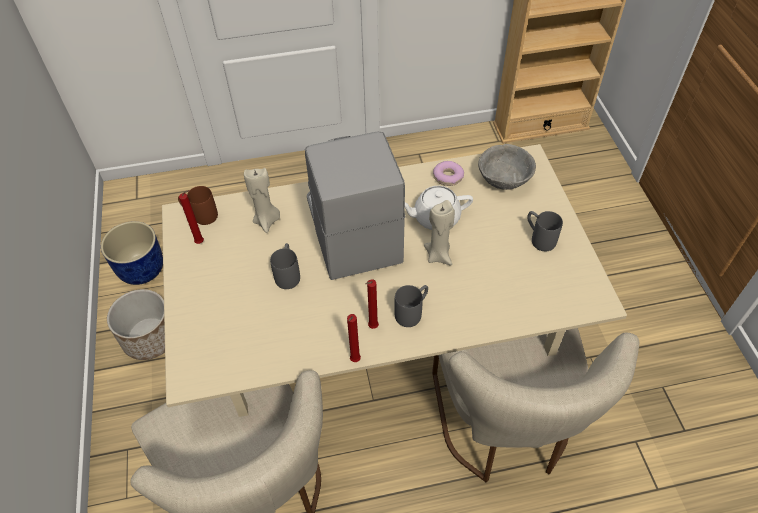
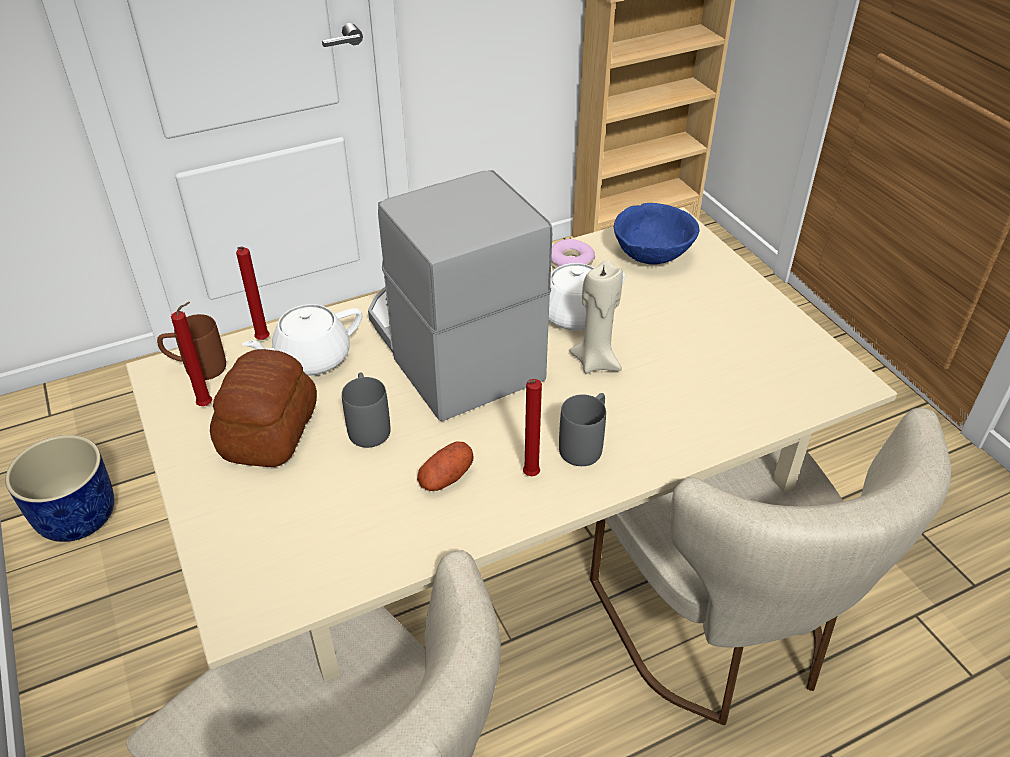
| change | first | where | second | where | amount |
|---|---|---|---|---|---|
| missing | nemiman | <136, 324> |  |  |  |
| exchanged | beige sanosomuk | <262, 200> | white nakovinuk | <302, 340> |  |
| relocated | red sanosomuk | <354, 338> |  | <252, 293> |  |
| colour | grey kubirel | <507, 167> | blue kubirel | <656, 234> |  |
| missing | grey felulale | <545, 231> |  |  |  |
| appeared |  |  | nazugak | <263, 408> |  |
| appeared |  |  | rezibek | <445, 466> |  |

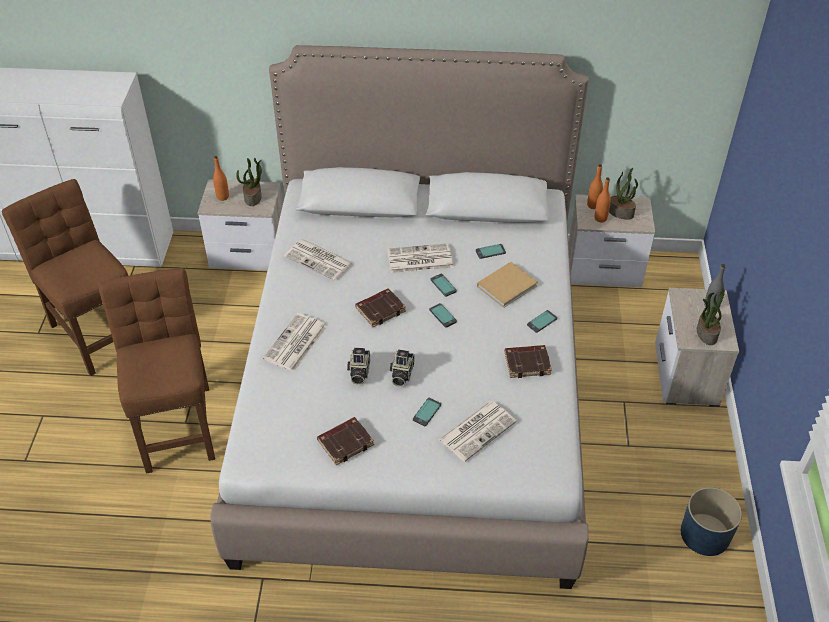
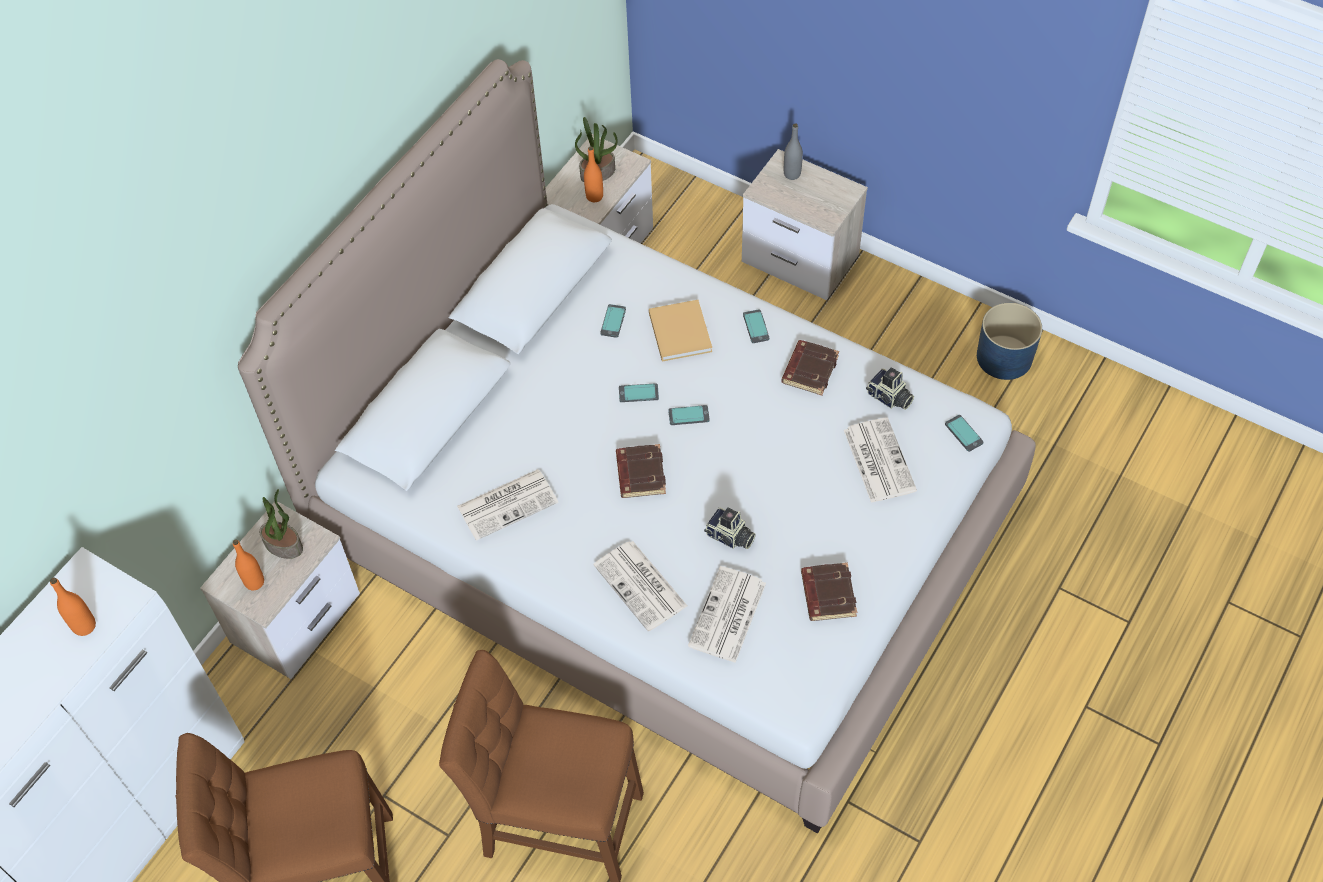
| change | first | where | second | where | amount |
|---|---|---|---|---|---|
| relocated | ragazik | <420, 258> |  | <727, 614> |  |
| relocated | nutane | <402, 368> |  | <890, 389> |  |
| relocated | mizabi | <427, 412> |  | <964, 433> |  |
| relocated | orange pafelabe | <595, 186> |  | <73, 606> |  |
| missing | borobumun | <711, 317> |  |  |  |

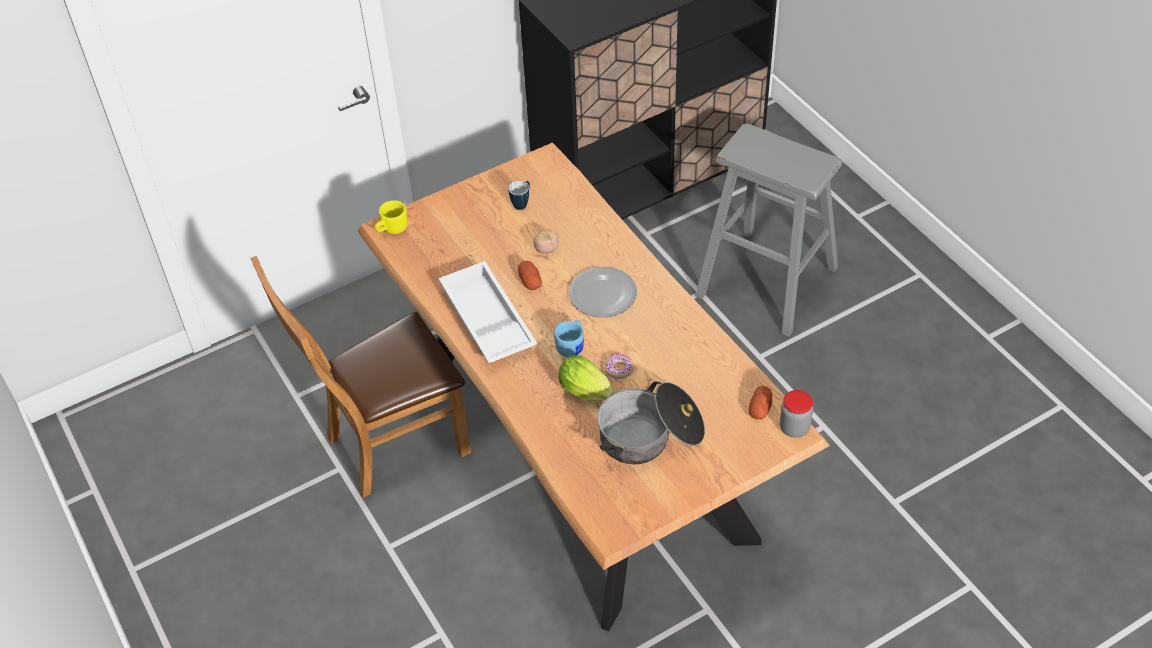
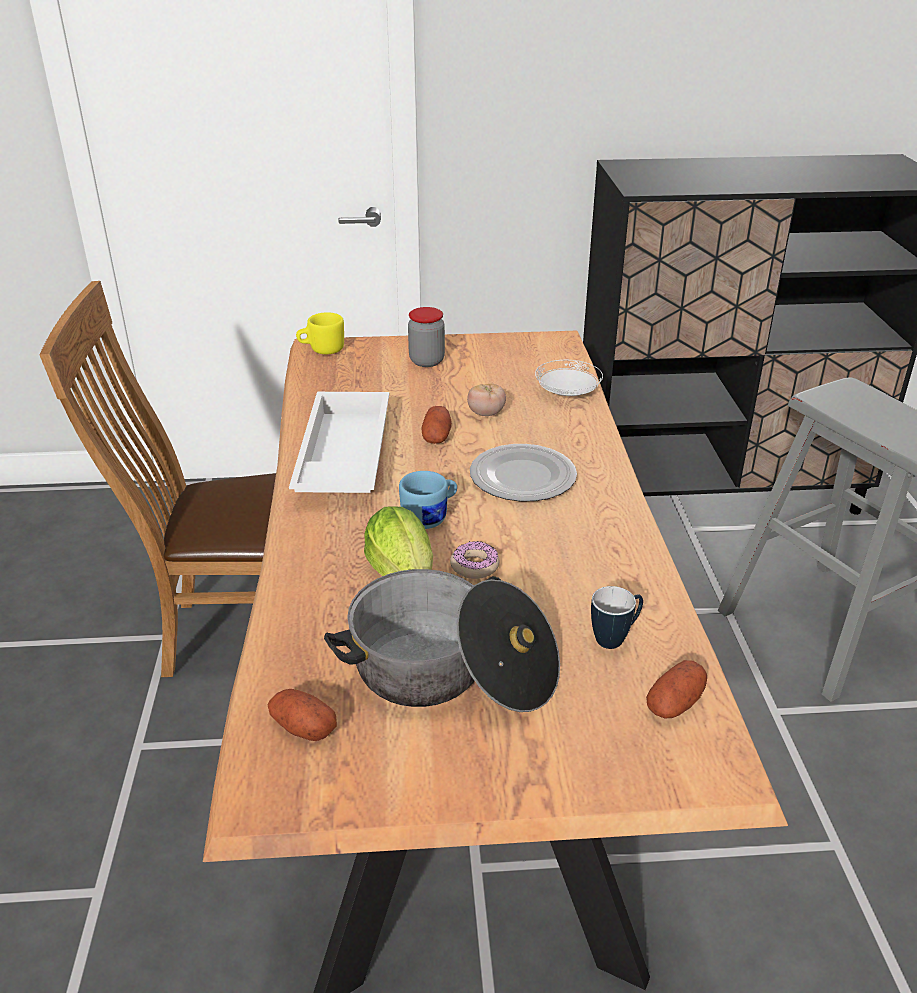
| change | first | where | second | where | amount |
|---|---|---|---|---|---|
| relocated | felulale | <519, 195> |  | <617, 617> |  |
| relocated | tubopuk | <796, 414> |  | <426, 337> |  |
| appeared |  |  | rezibek | <302, 715> |  |
| appeared |  |  | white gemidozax | <569, 378> |  |

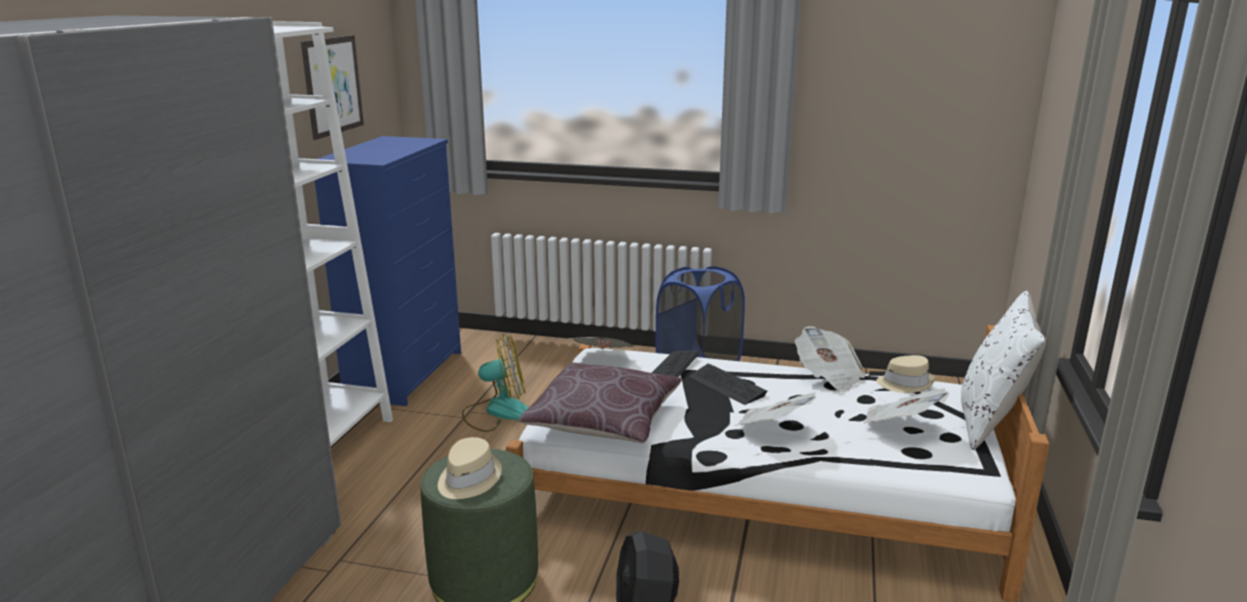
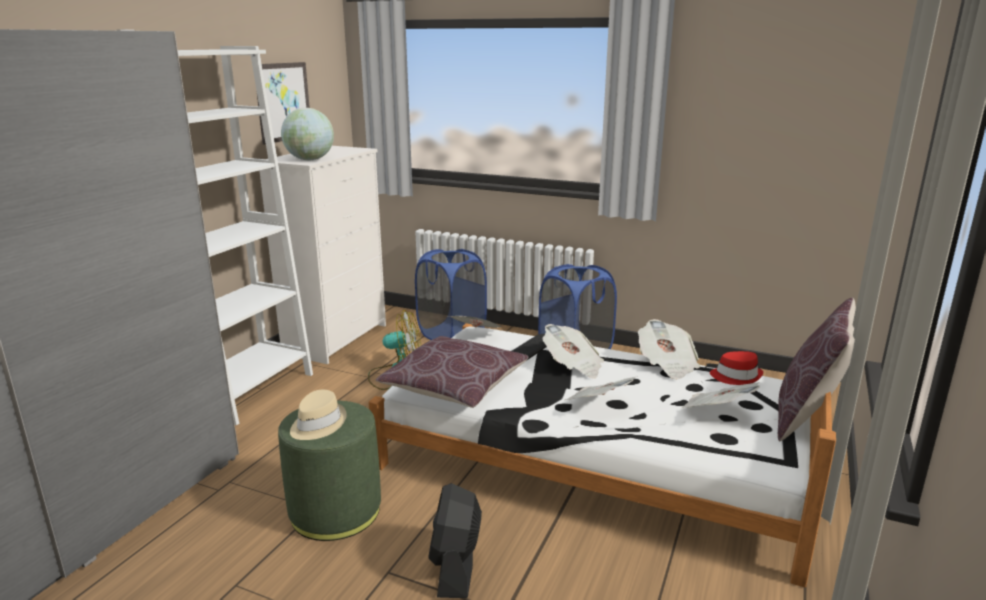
| change | first | where | second | where | amount |
|---|---|---|---|---|---|
| colour | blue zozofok | <388, 271> | white zozofok | <322, 255> |  |
| exchanged | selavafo | <728, 384> | ragazik | <573, 351> |  |
| colour | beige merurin | <905, 374> | red merurin | <736, 368> |  |
| colour | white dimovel | <1003, 370> | brown dimovel | <817, 369> |  |
| appeared |  |  | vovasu | <307, 134> |  |
| appeared |  |  | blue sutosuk | <451, 294> |  |

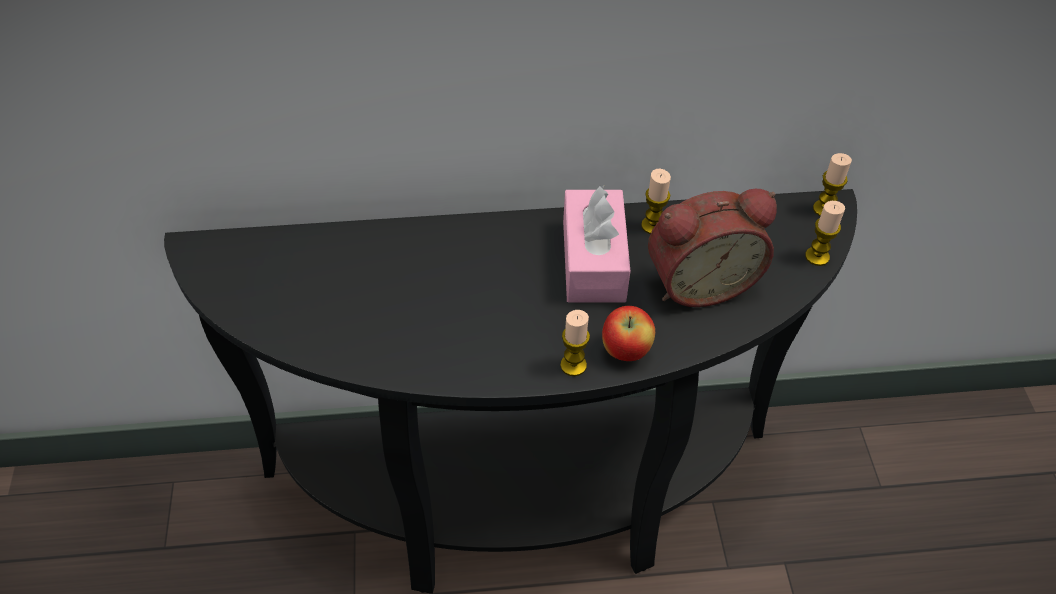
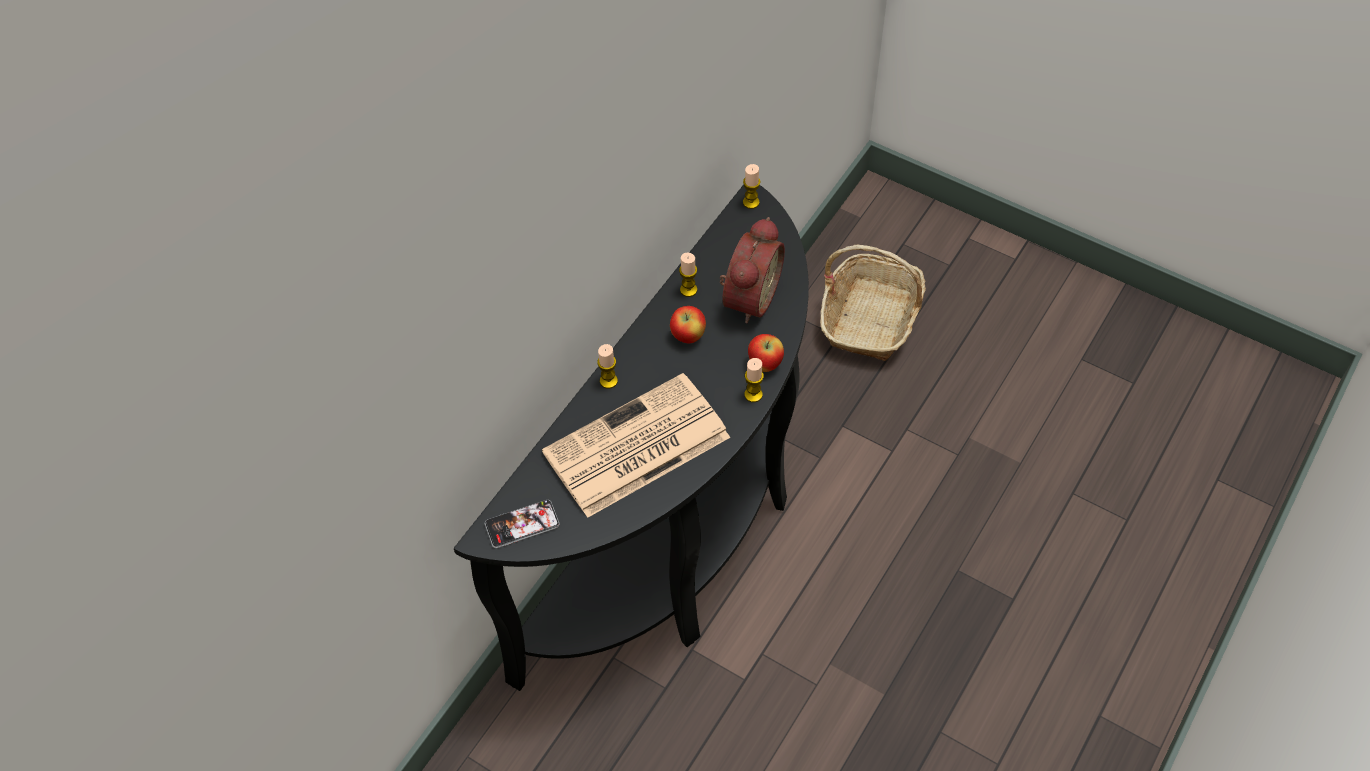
| change | first | where | second | where | amount |
|---|---|---|---|---|---|
| exchanged | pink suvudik | <597, 244> | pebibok | <688, 324> |  |
| relocated | sanosomuk | <825, 233> |  | <607, 366> |  |
| appeared |  |  | mizabi | <522, 524> |  |
| appeared |  |  | ragazik | <636, 445> |  |
| appeared |  |  | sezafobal | <873, 303> |  |

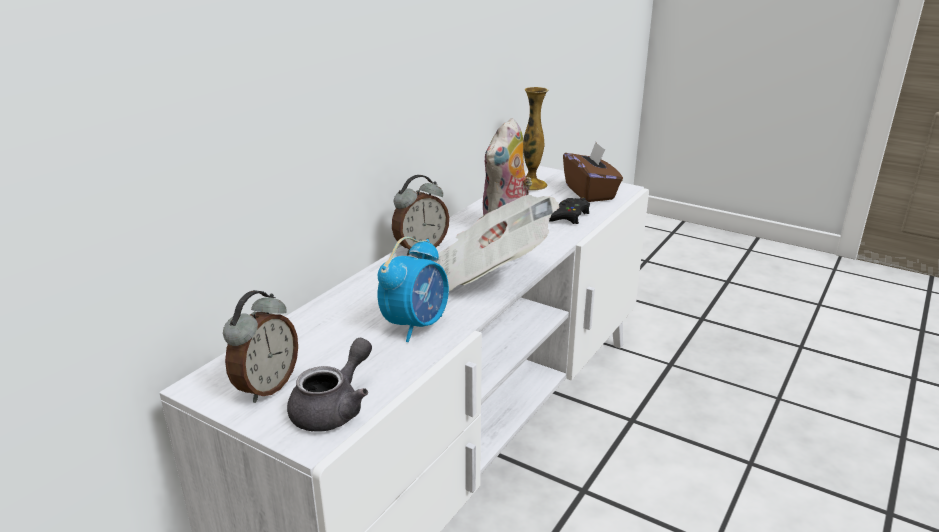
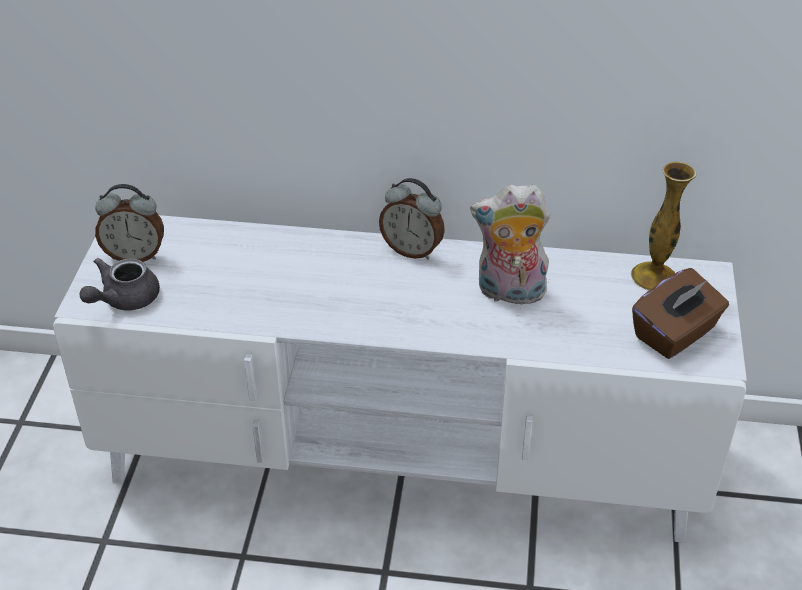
| change | first | where | second | where | amount |
|---|---|---|---|---|---|
| spun | grey nakovinuk | <329, 384> |  | <119, 284> | 120 degrees clockwise |
| missing | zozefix | <413, 289> |  |  |  |
| missing | ragazik | <497, 242> |  |  |  |
| missing | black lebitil | <569, 210> |  |  |  |

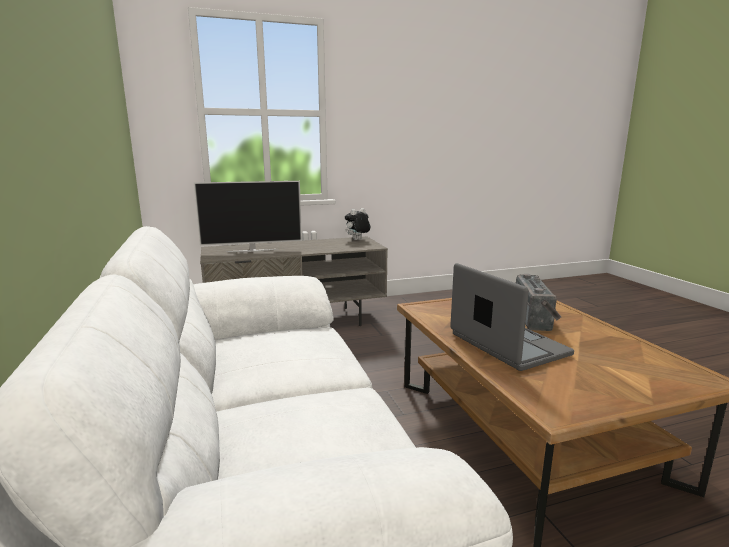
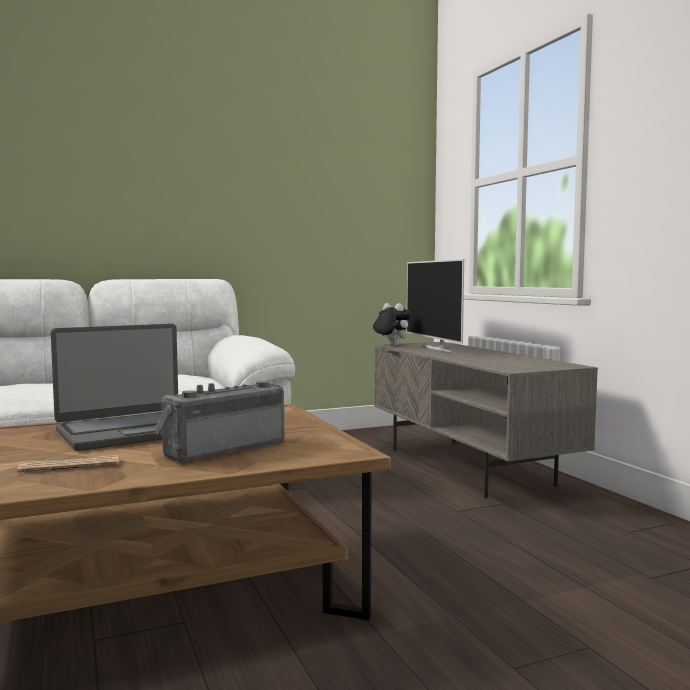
| change | first | where | second | where | amount |
|---|---|---|---|---|---|
| relocated | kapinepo | <357, 224> |  | <392, 324> |  |
| spun | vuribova | <538, 302> |  | <219, 422> | 135 degrees clockwise |
| appeared |  |  | ragazik | <68, 464> |  |

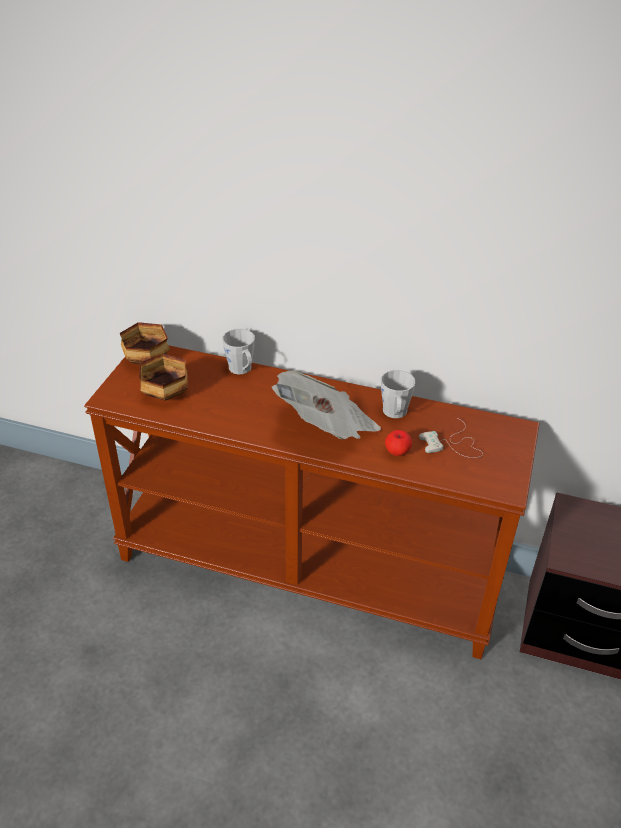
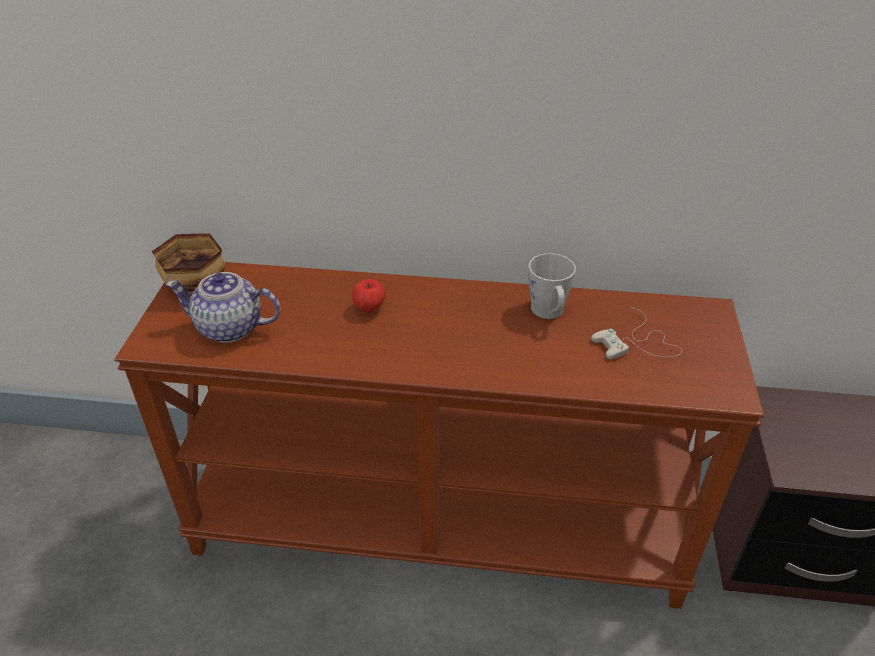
| change | first | where | second | where | amount |
|---|---|---|---|---|---|
| exchanged | kubirel | <163, 377> | nakovinuk | <223, 307> |  |
| missing | grey felulale | <238, 351> |  |  |  |
| missing | ragazik | <326, 405> |  |  |  |
| relocated | pebibok | <398, 443> |  | <369, 296> |  |

